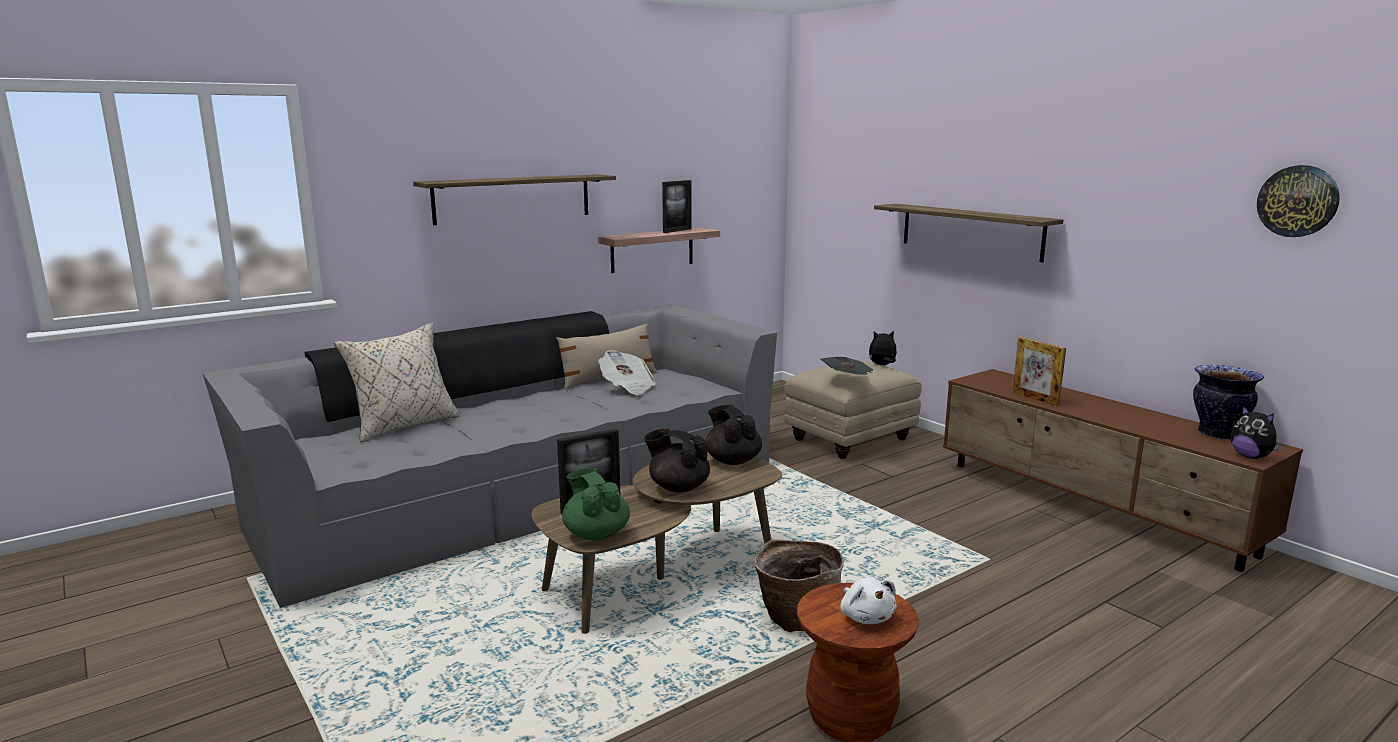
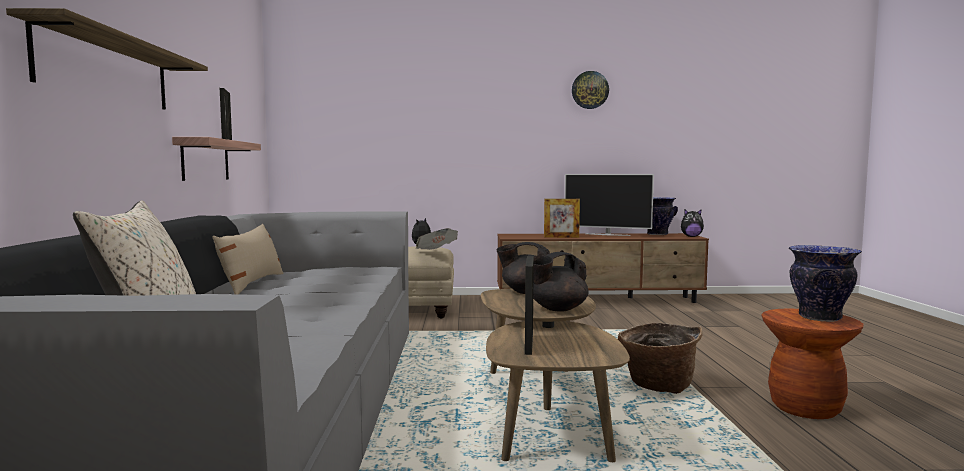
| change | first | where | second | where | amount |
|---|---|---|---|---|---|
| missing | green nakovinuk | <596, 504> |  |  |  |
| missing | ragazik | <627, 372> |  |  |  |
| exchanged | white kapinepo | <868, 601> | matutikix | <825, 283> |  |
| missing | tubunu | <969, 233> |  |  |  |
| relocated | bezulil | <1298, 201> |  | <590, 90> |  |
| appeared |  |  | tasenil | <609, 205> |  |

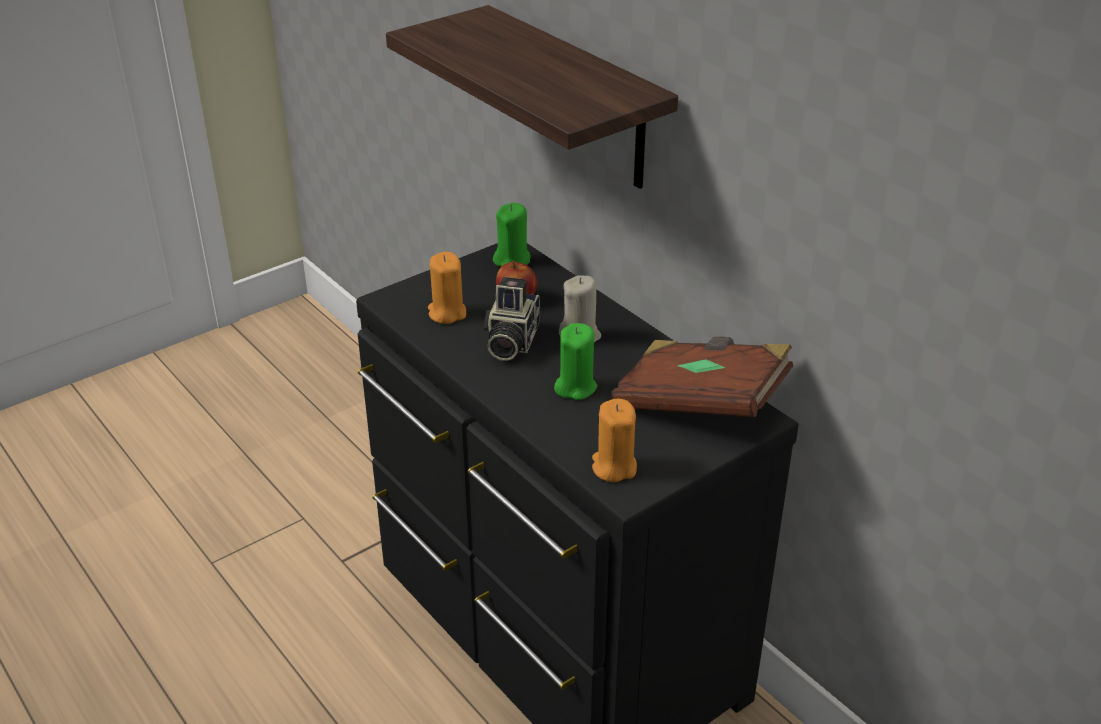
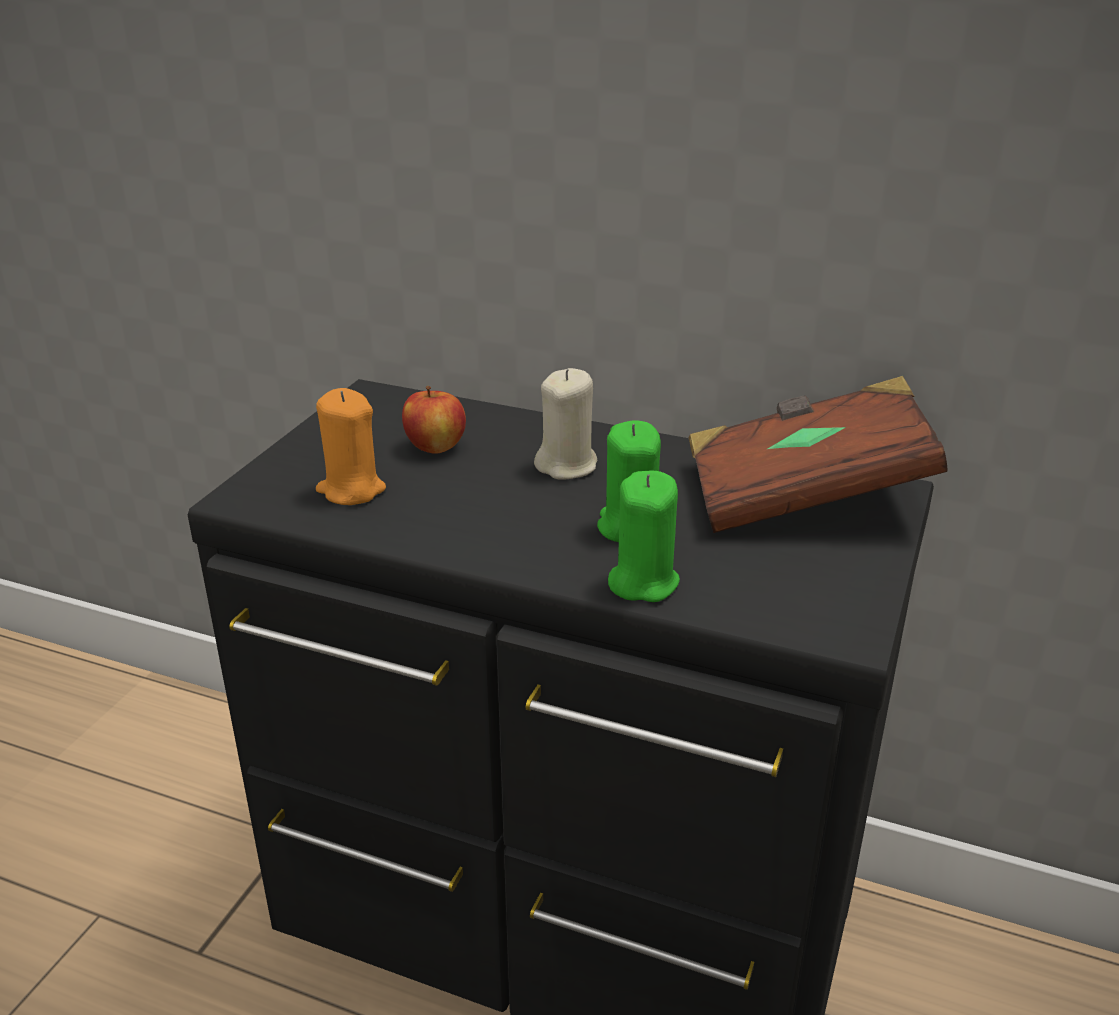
| change | first | where | second | where | amount |
|---|---|---|---|---|---|
| missing | tubunu | <532, 97> |  |  |  |
| missing | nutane | <511, 319> |  |  |  |
| relocated | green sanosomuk | <512, 235> |  | <644, 536> |  |
| missing | orange sanosomuk | <614, 440> |  |  |  |

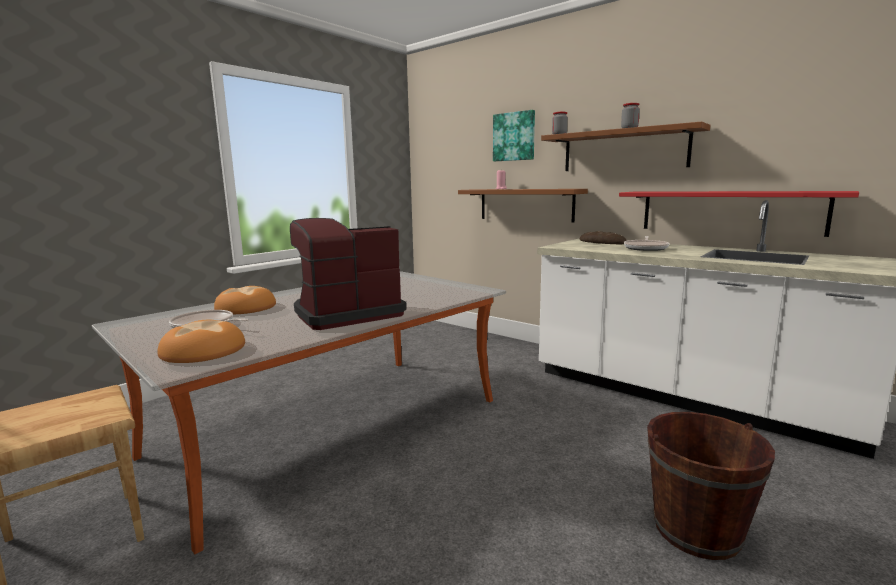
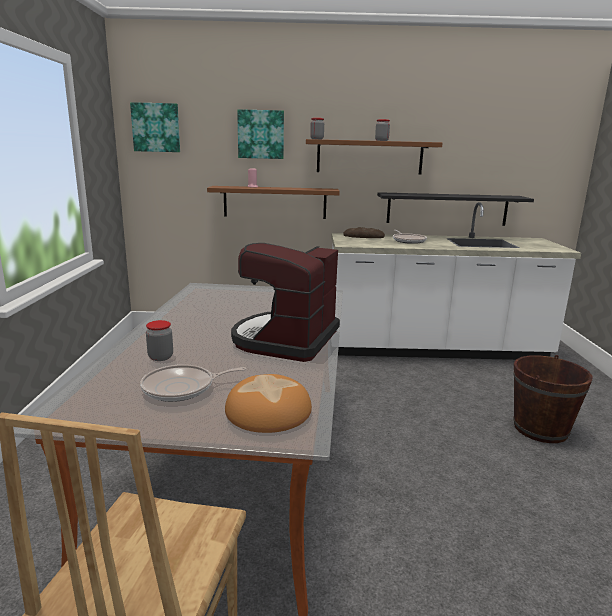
| change | first | where | second | where | amount |
|---|---|---|---|---|---|
| exchanged | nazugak | <245, 300> | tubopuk | <159, 340> |  |
| colour | red tubunu | <739, 214> | black tubunu | <455, 209> |  |
| appeared |  |  | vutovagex | <155, 127> |  |

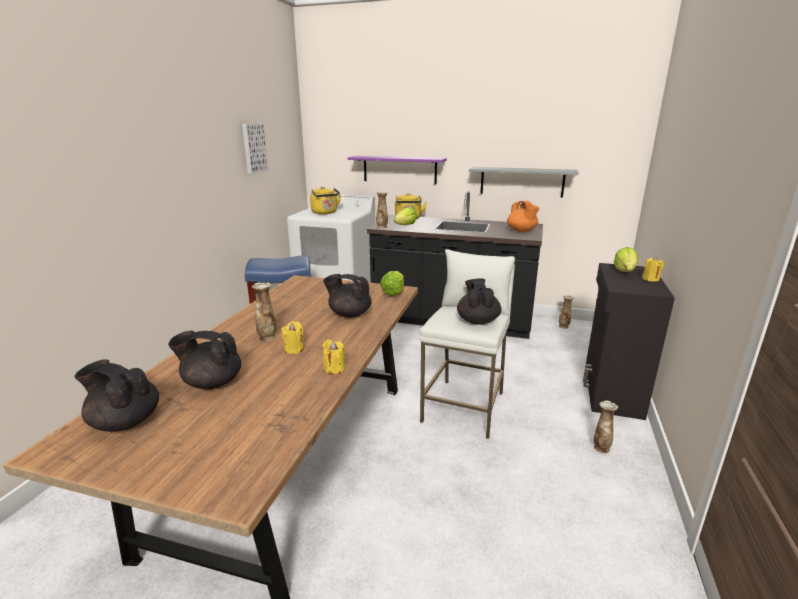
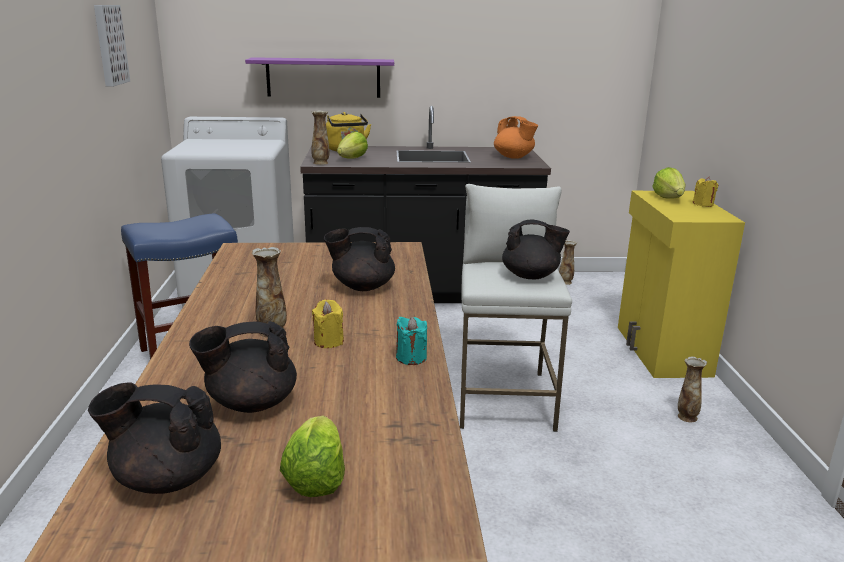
| change | first | where | second | where | amount |
|---|---|---|---|---|---|
| missing | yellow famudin | <325, 200> |  |  |  |
| colour | yellow sanosomuk | <334, 357> | turquoise sanosomuk | <411, 341> |  |
| relocated | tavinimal | <392, 283> |  | <312, 456> |  |
| spun | black nakovinuk | <479, 301> |  | <536, 249> | 120 degrees clockwise |
| missing | grey tubunu | <524, 182> |  |  |  |
| colour | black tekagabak | <629, 341> | yellow tekagabak | <681, 284> |  |

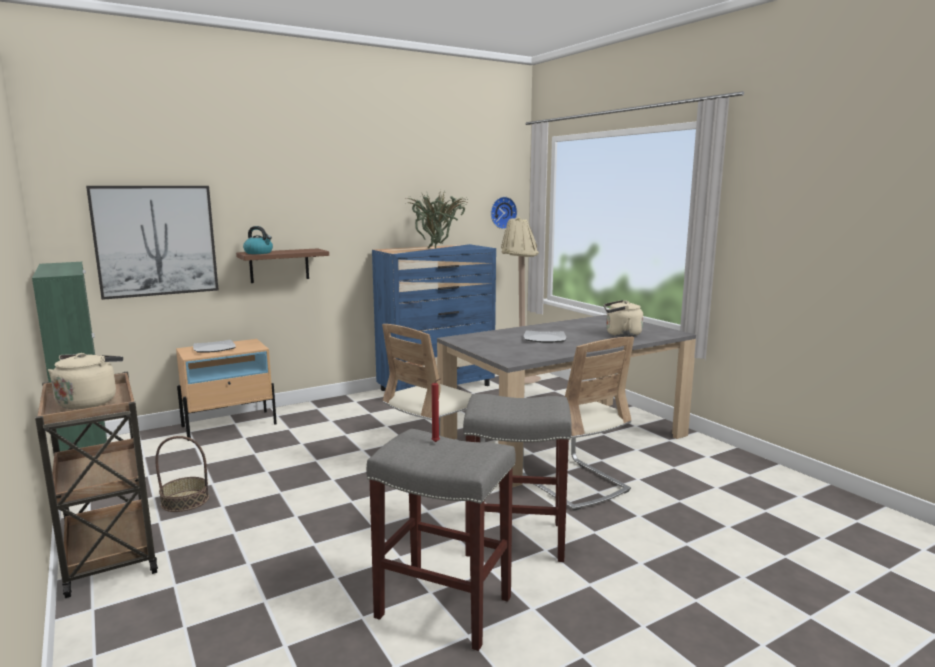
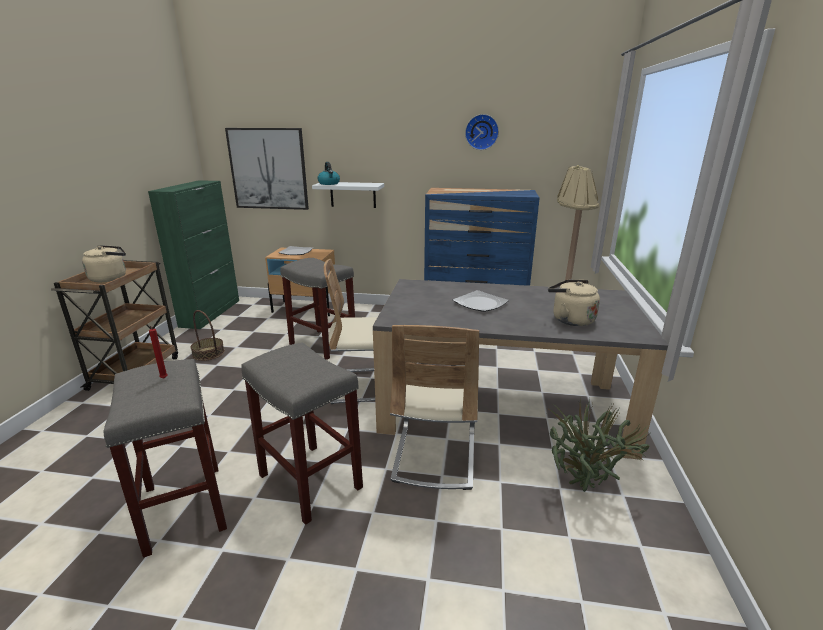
| change | first | where | second | where | amount |
|---|---|---|---|---|---|
| colour | brown tubunu | <282, 265> | white tubunu | <348, 195> |  |
| relocated | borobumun | <436, 219> |  | <599, 446> |  |
| relocated | bezulil | <504, 213> |  | <482, 132> |  |
| appeared |  |  | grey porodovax | <317, 309> |  |

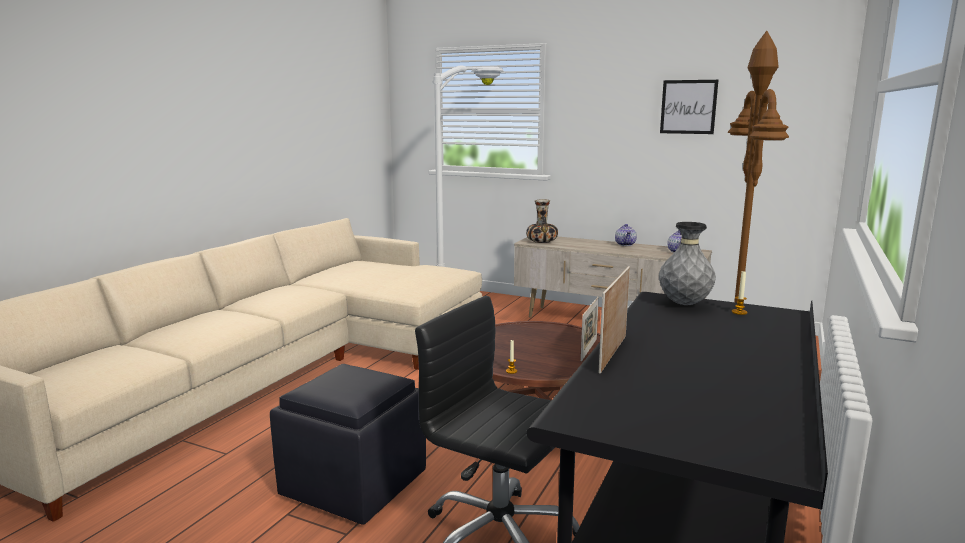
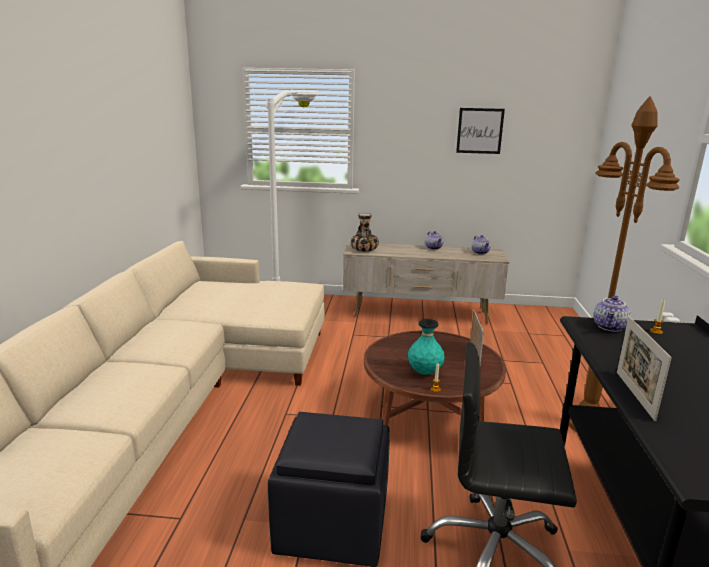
| change | first | where | second | where | amount |
|---|---|---|---|---|---|
| exchanged | grey matutikix | <687, 263> | nakovinuk | <612, 313> |  |
| appeared |  |  | turquoise matutikix | <426, 347> |  |

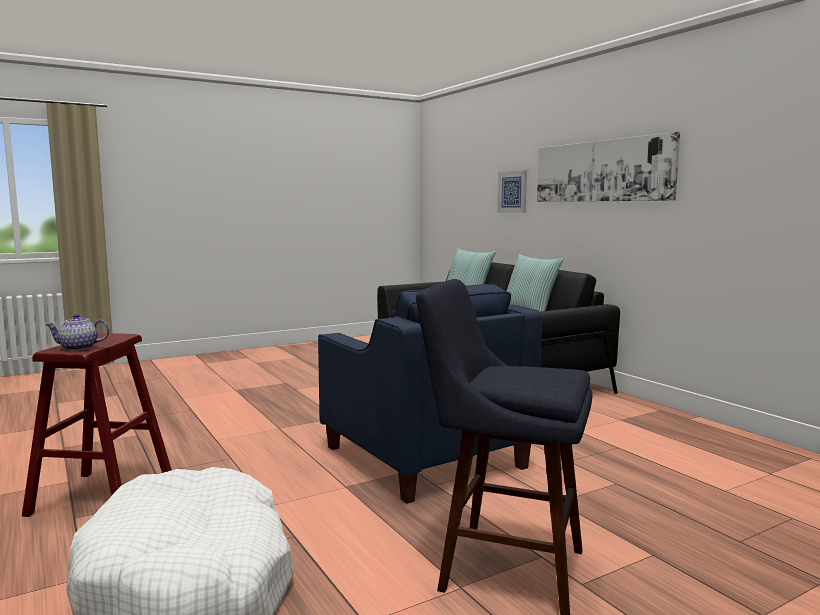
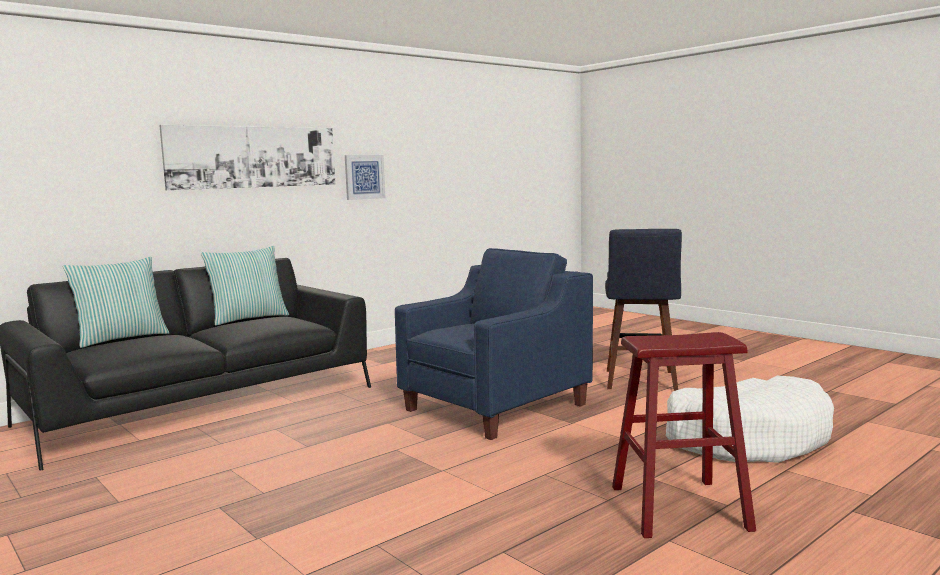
| change | first | where | second | where | amount |
|---|---|---|---|---|---|
| missing | nakovinuk | <77, 332> |  |  |  |
| relocated | vutovagex | <512, 191> |  | <365, 177> |  |

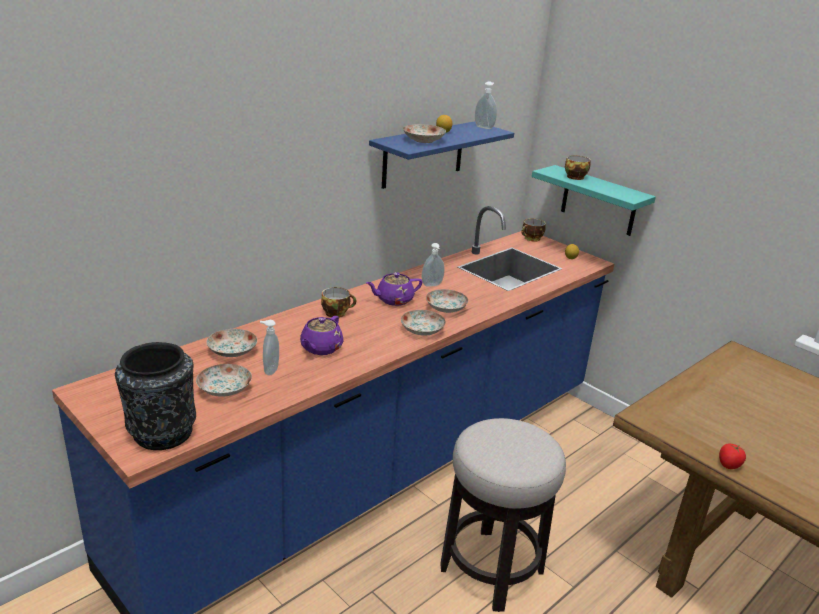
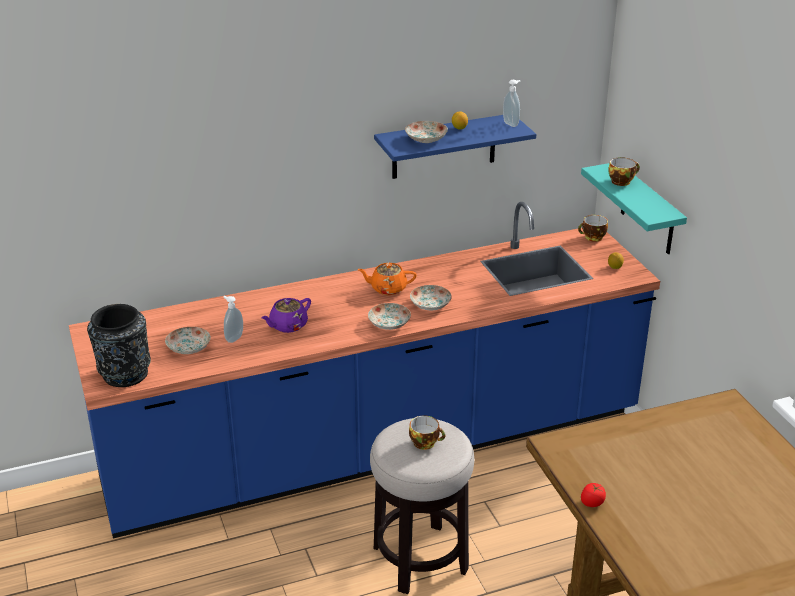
| change | first | where | second | where | amount |
|---|---|---|---|---|---|
| missing | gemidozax | <231, 343> |  |  |  |
| relocated | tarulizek | <338, 302> |  | <427, 432> |  |
| colour | purple nakovinuk | <394, 289> | orange nakovinuk | <387, 279> |  |
| missing | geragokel | <433, 265> |  |  |  |

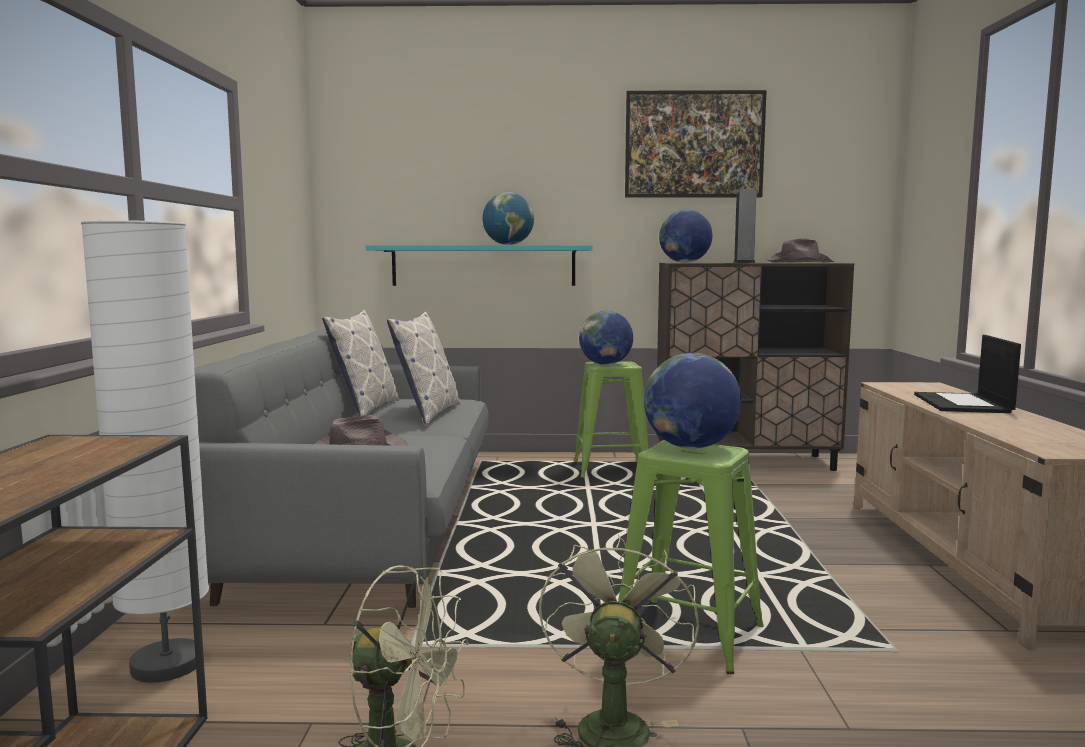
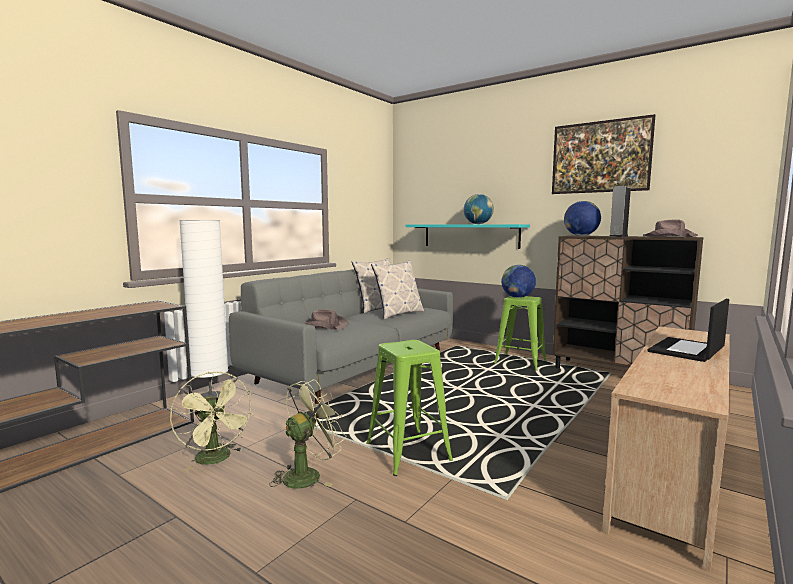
| change | first | where | second | where | amount |
|---|---|---|---|---|---|
| missing | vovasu | <693, 401> |  |  |  |

